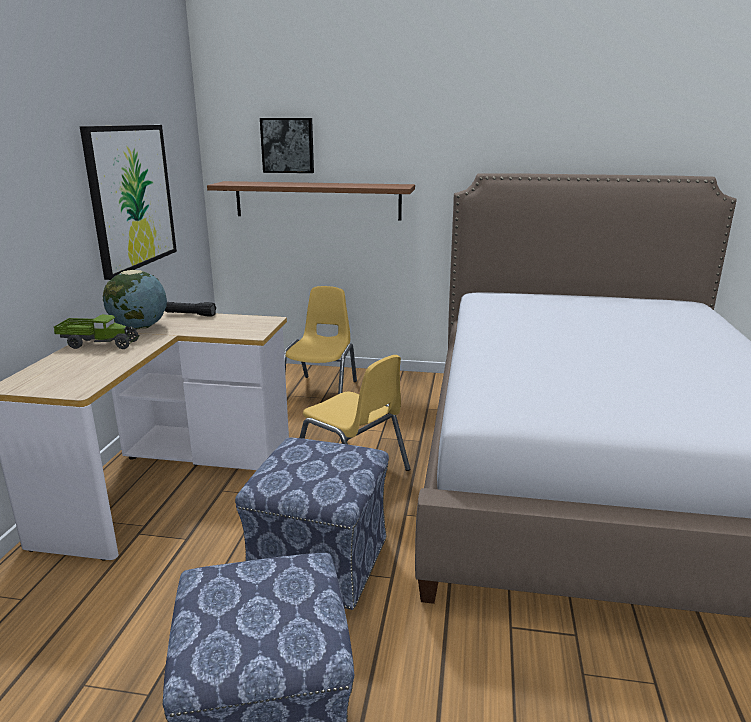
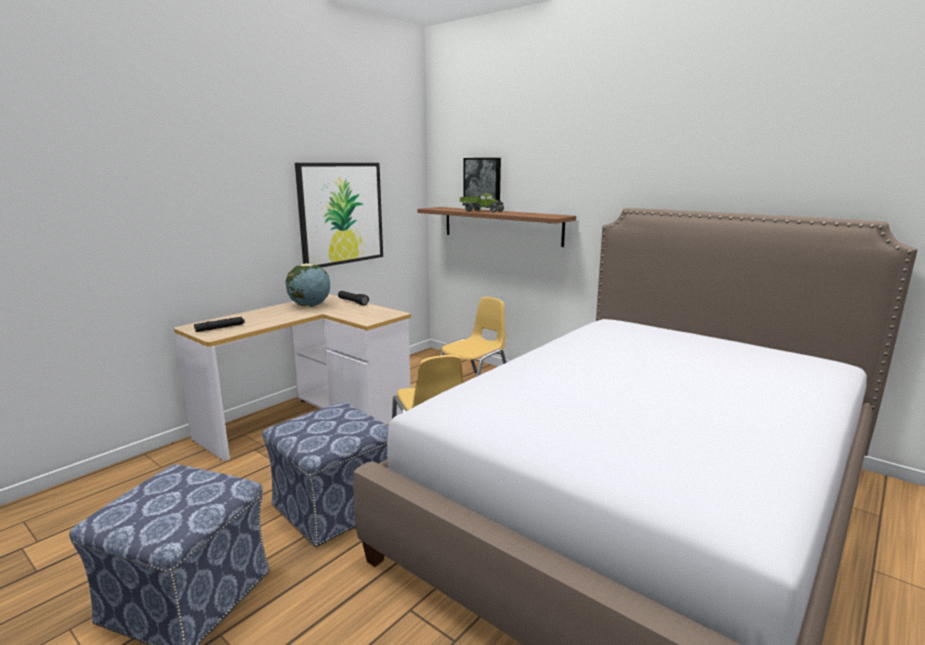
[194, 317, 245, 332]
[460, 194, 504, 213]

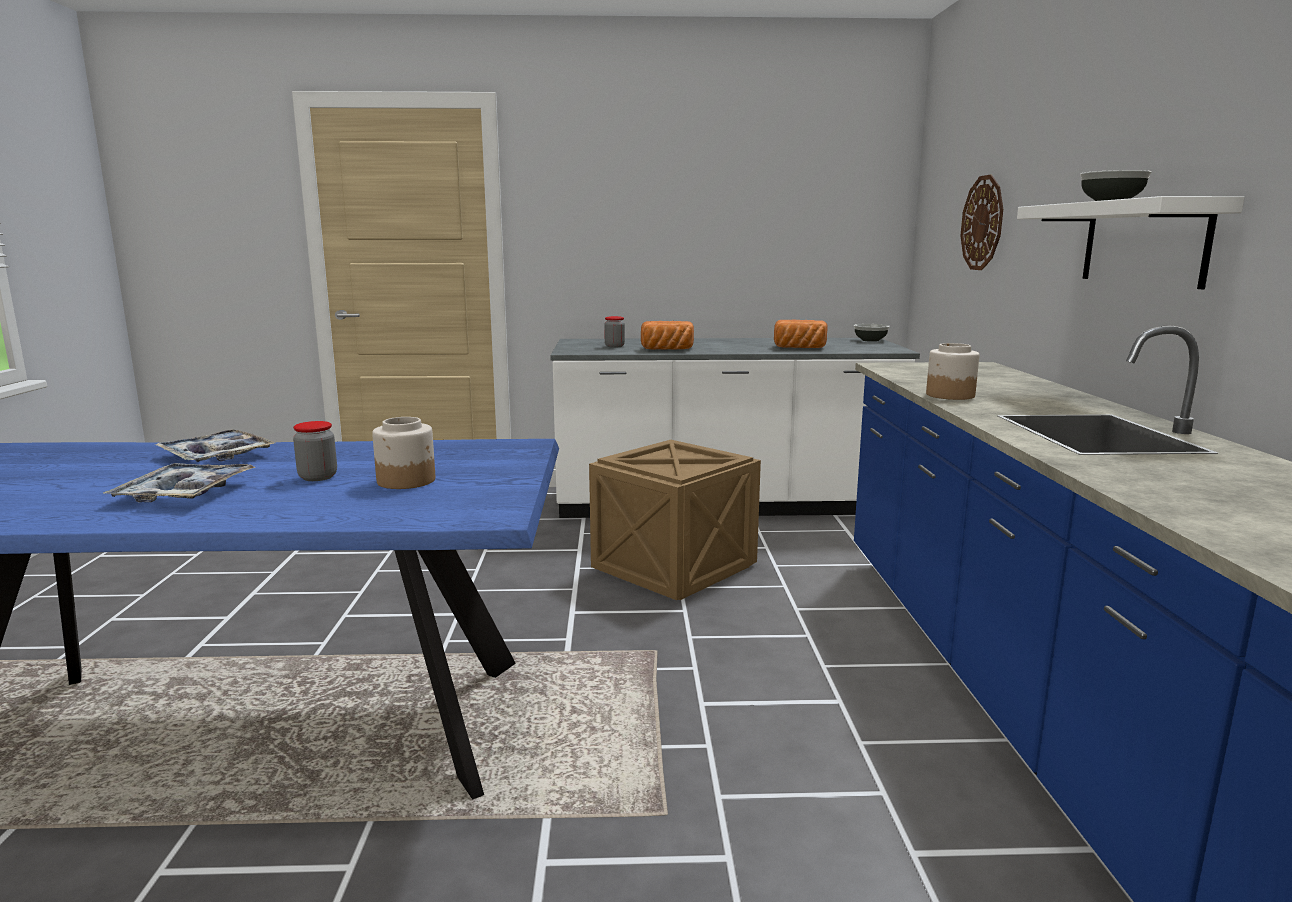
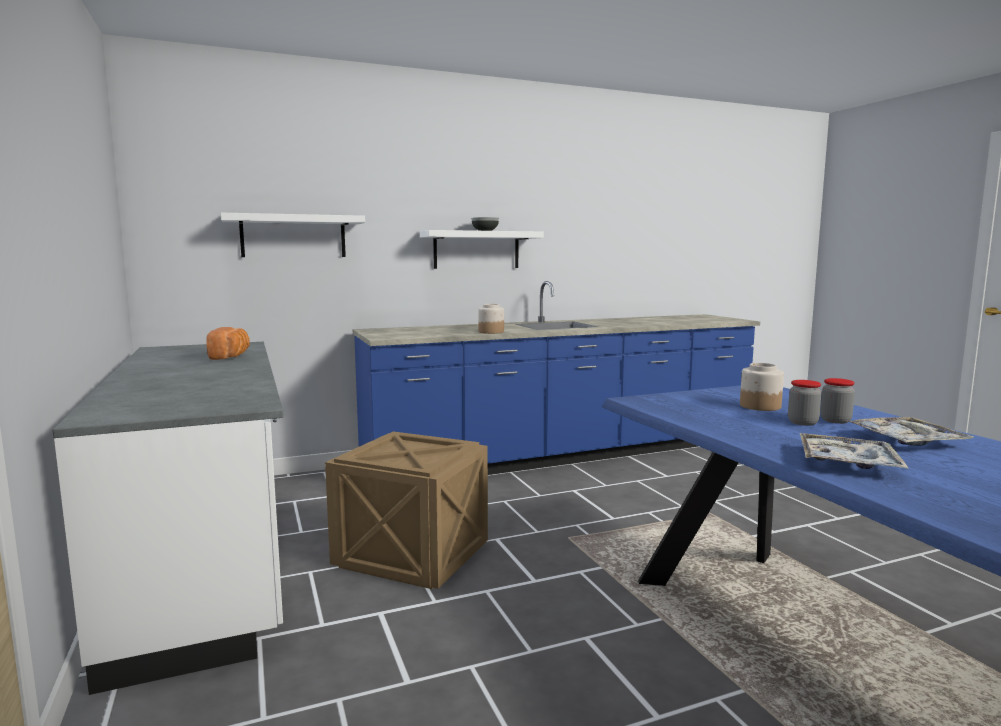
[221, 213, 365, 257]
[820, 378, 855, 424]
[641, 321, 694, 349] (first image)
[854, 324, 890, 342] (first image)

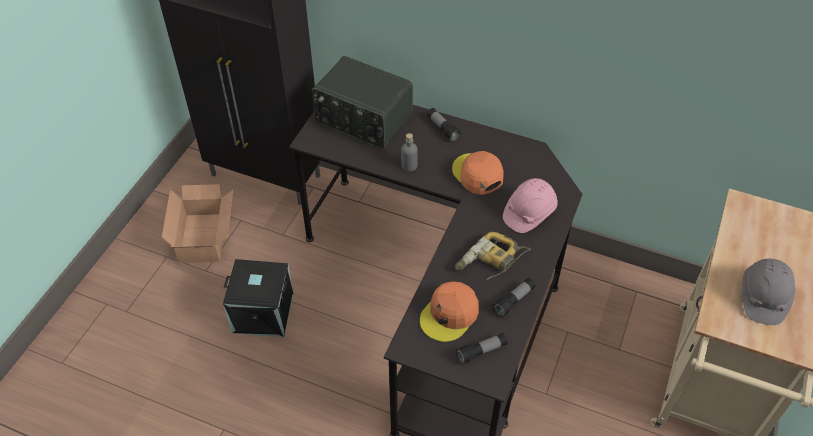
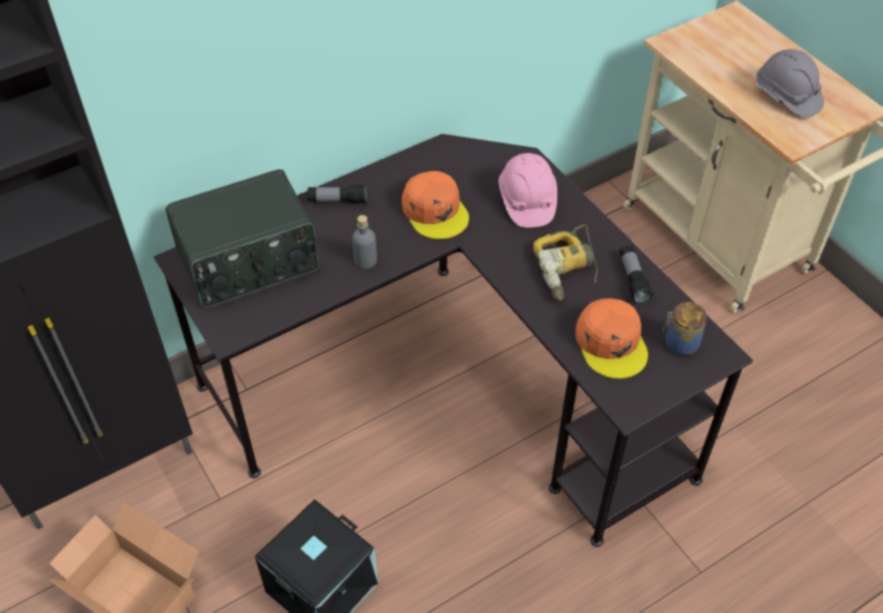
[402, 171, 469, 239]
[663, 302, 707, 356]

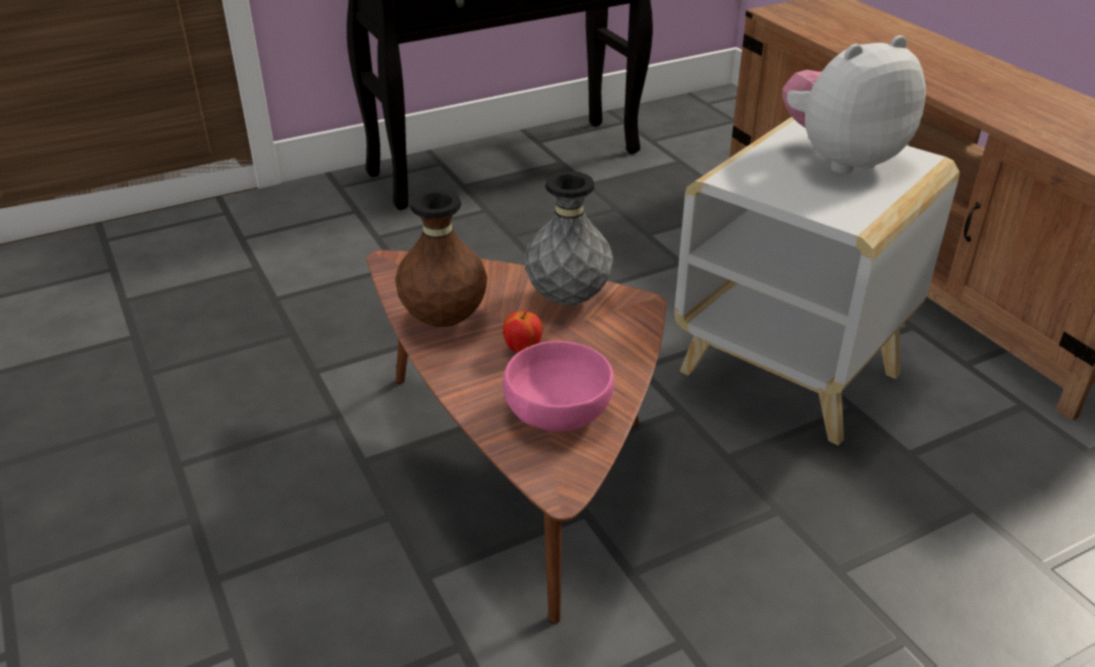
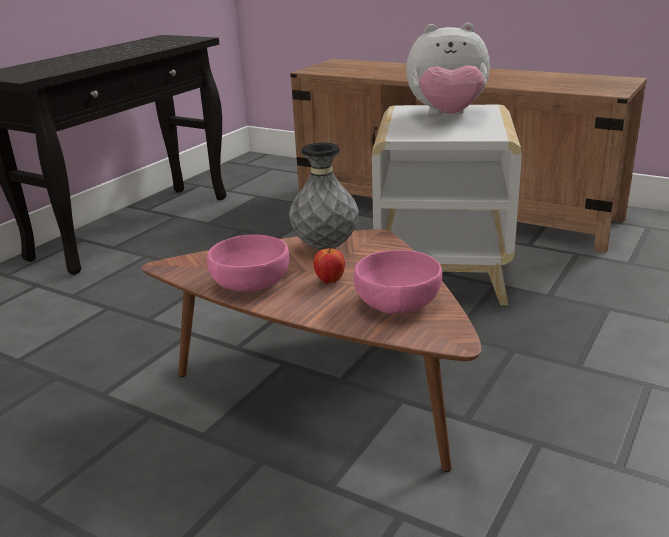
[207, 234, 289, 292]
[406, 23, 490, 115]

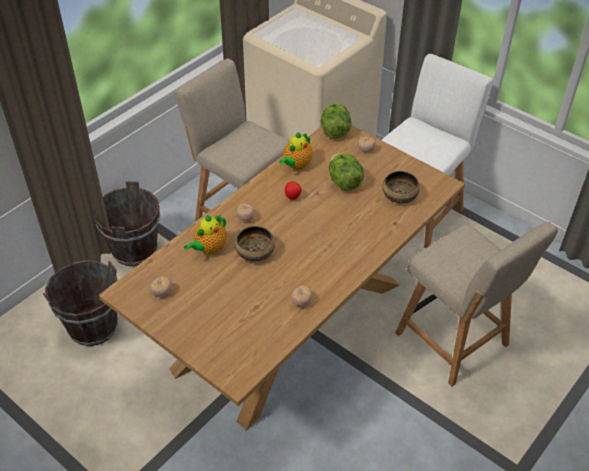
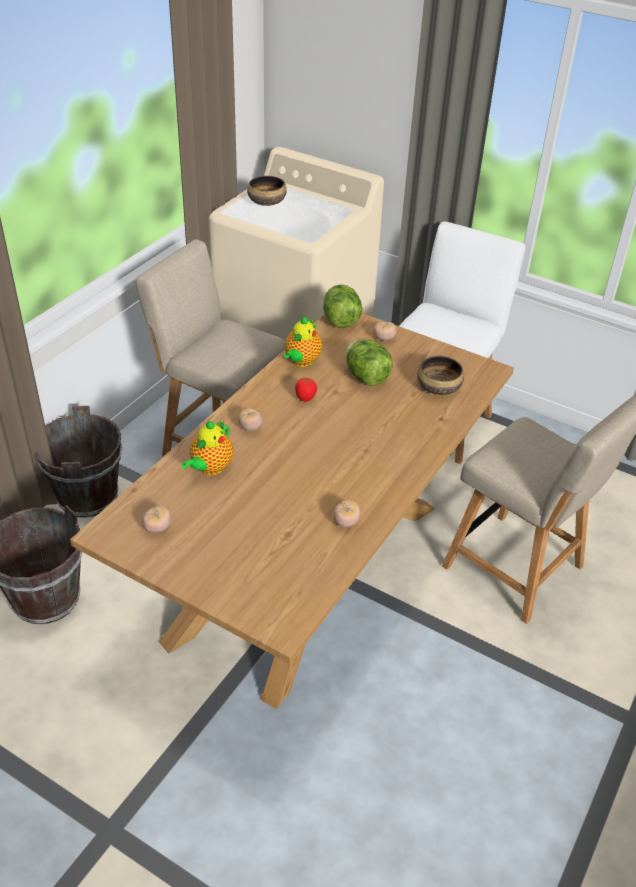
[247, 176, 287, 206]

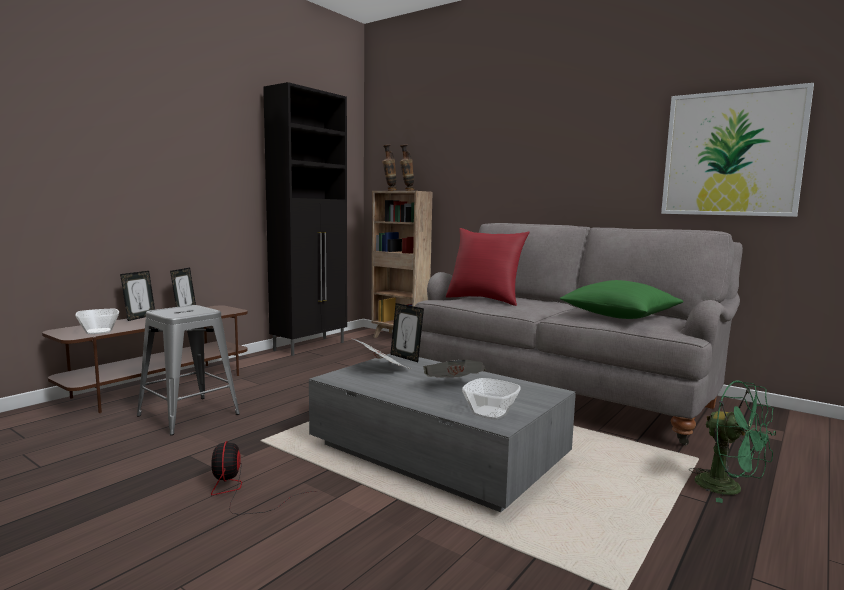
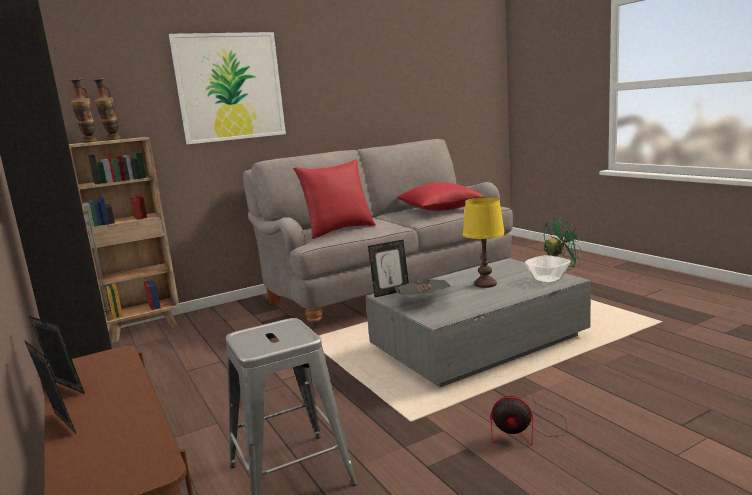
[169, 32, 286, 144]
[397, 182, 485, 211]
[462, 197, 505, 288]
[75, 309, 119, 334] (first image)

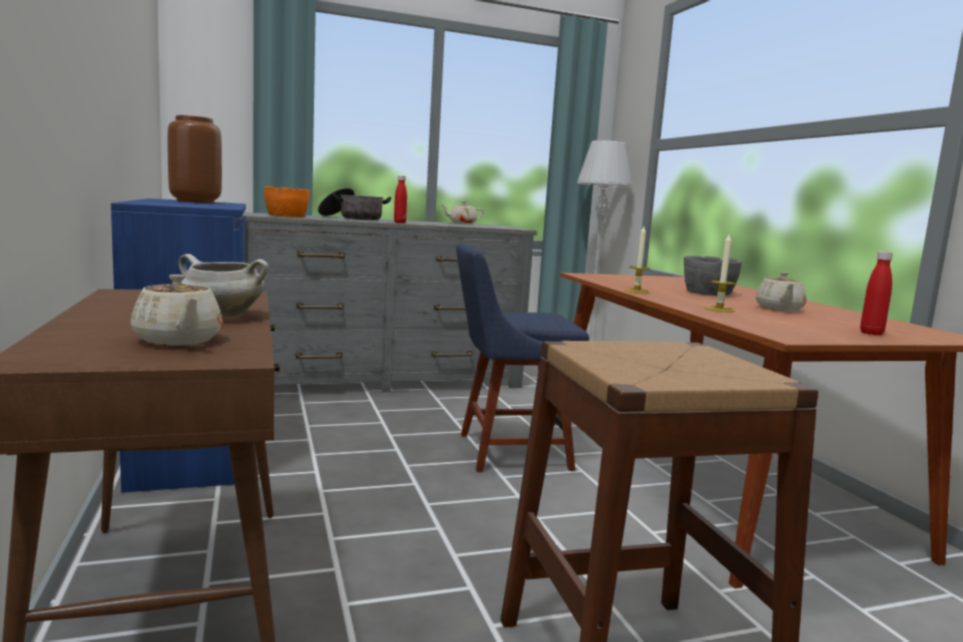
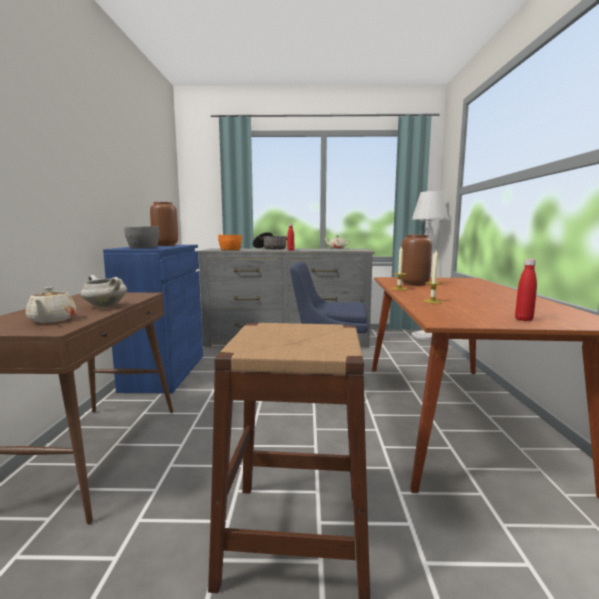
[124, 226, 159, 248]
[401, 235, 432, 286]
[756, 272, 806, 311] (first image)

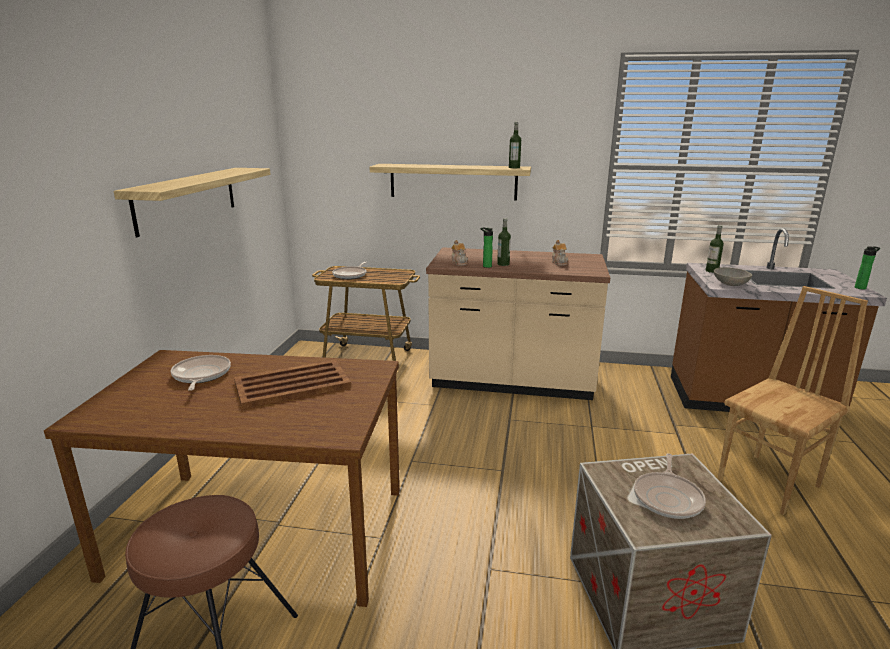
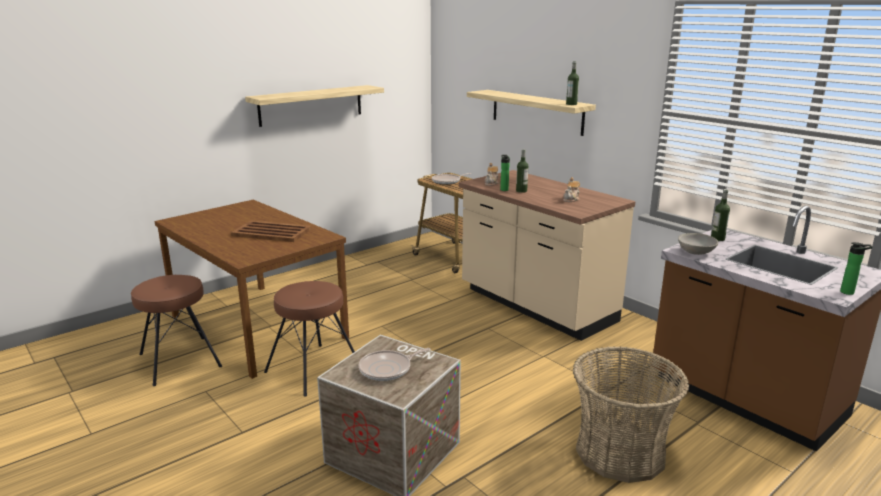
[264, 281, 355, 397]
[573, 346, 689, 483]
[171, 355, 231, 391] (first image)

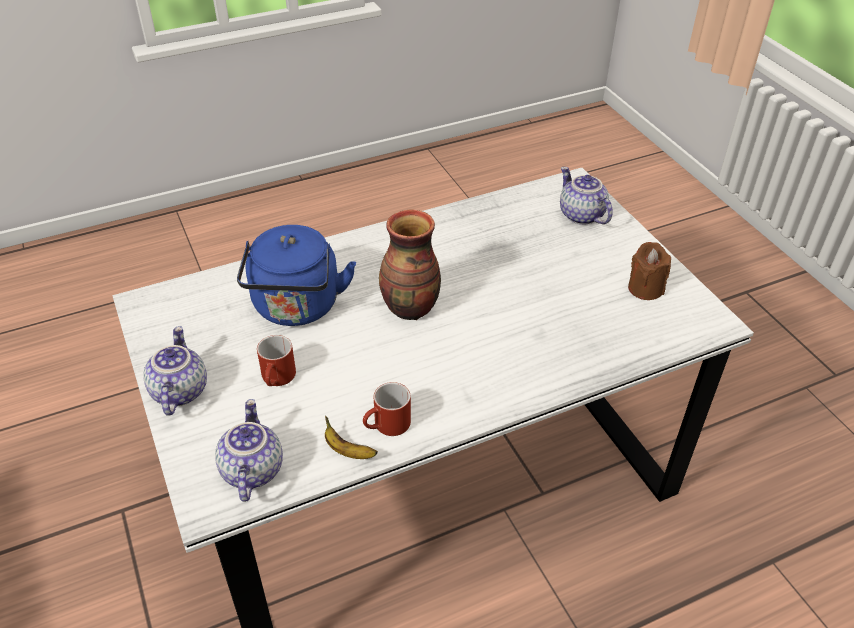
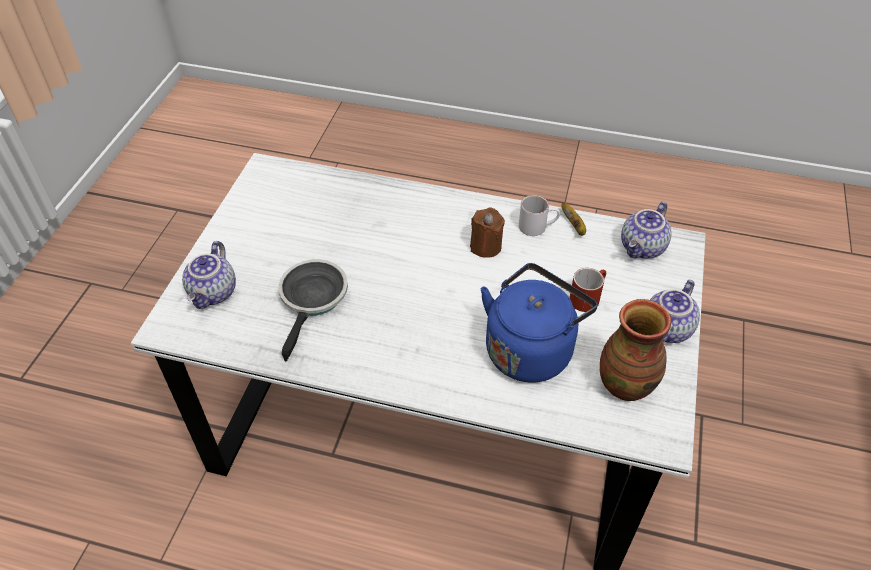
[278, 259, 348, 362]
[470, 207, 505, 258]
[519, 195, 560, 236]
[600, 299, 671, 401]

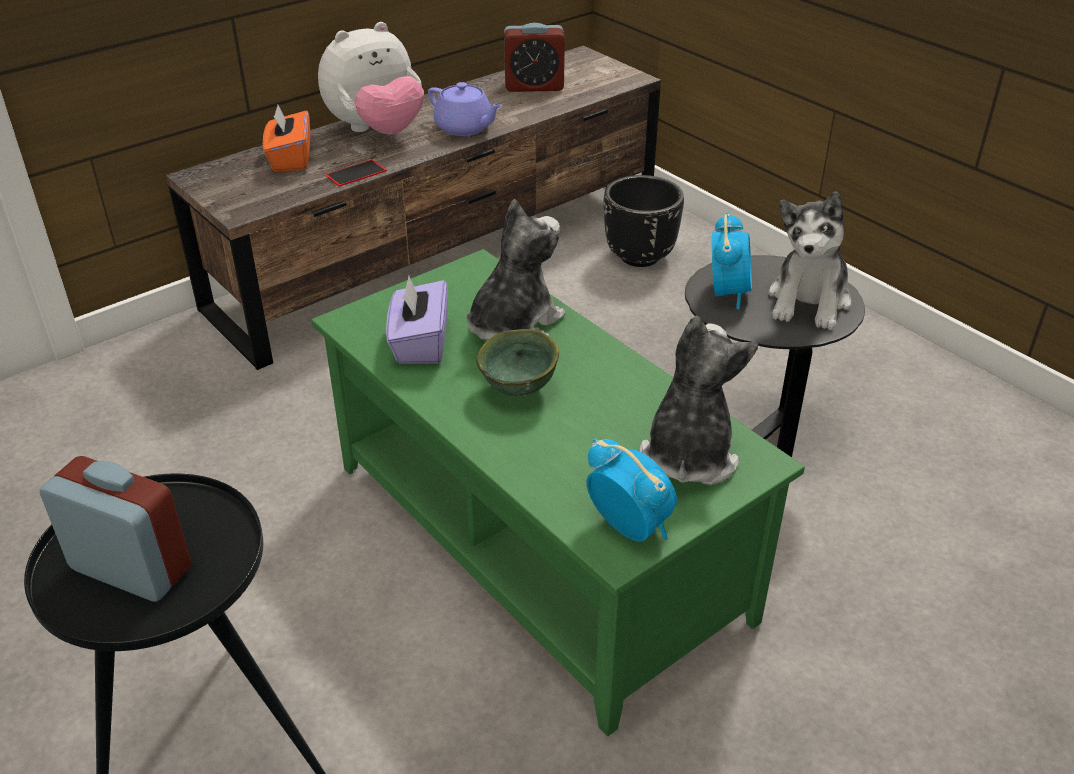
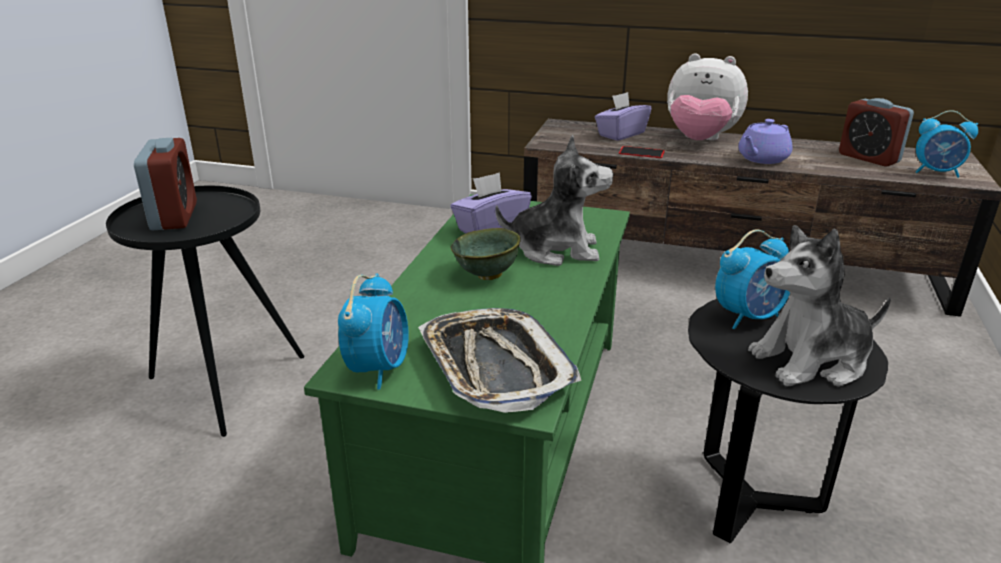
[418, 308, 581, 413]
[595, 92, 651, 141]
[738, 119, 792, 164]
[915, 110, 978, 178]
[604, 175, 684, 267] (first image)

